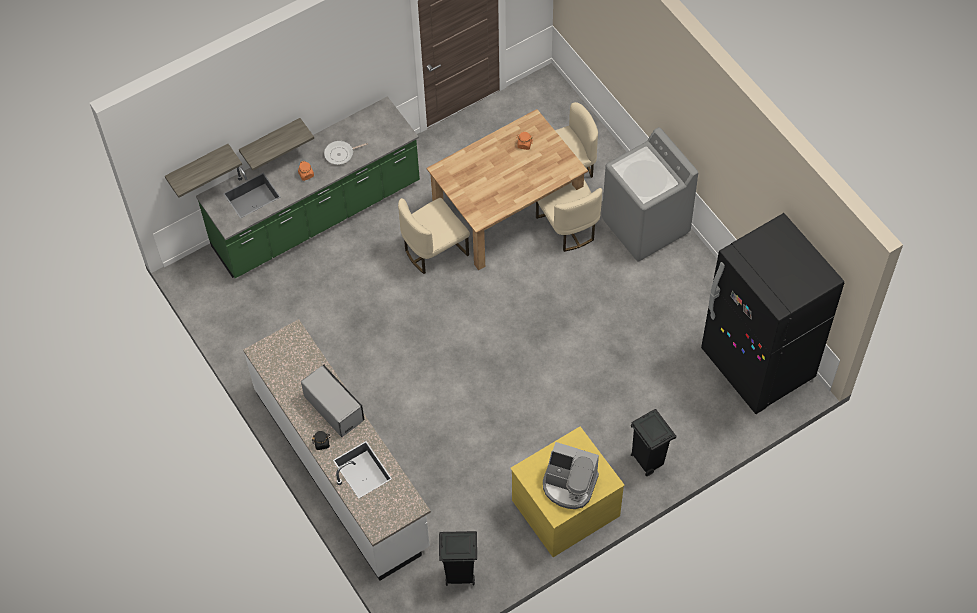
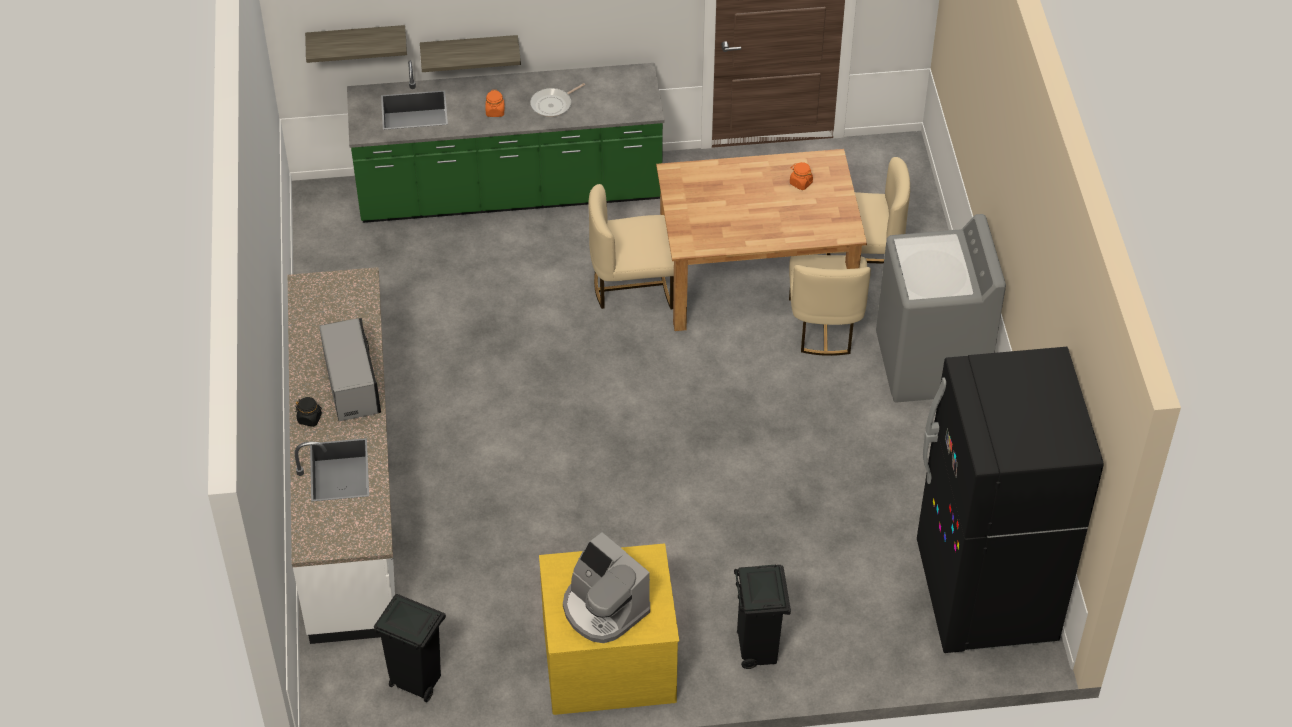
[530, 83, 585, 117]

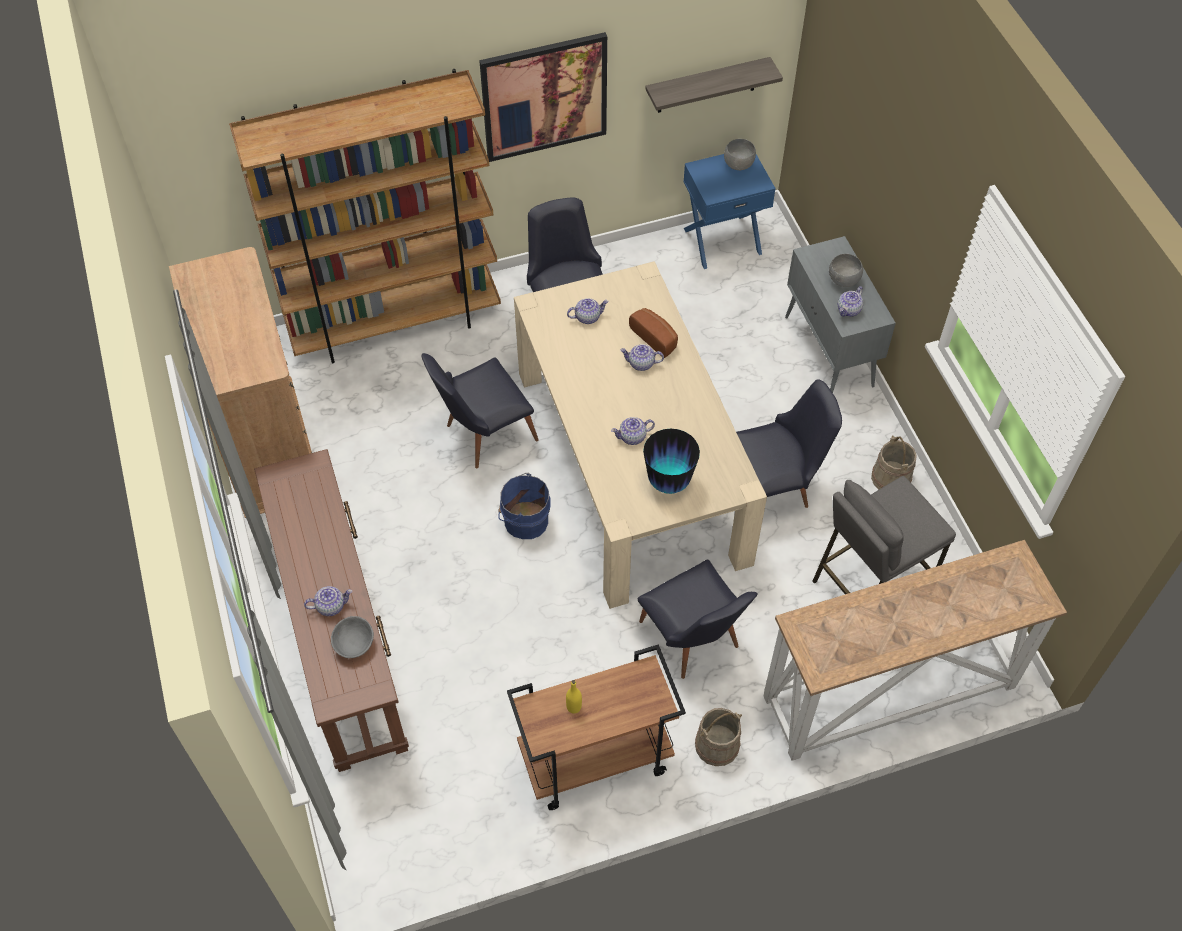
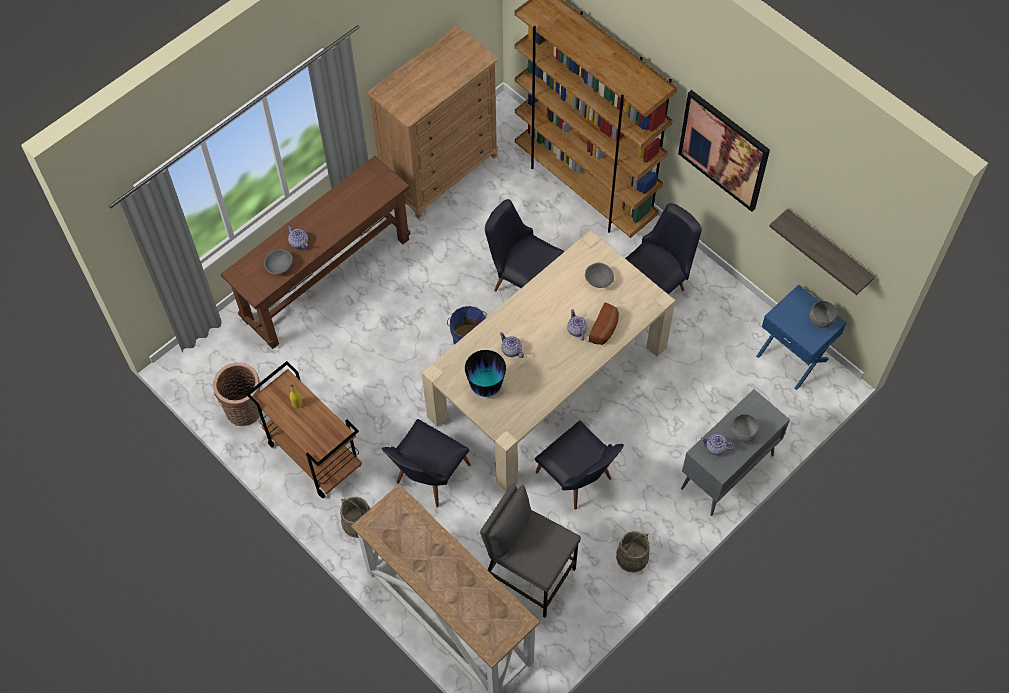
[213, 363, 260, 426]
[585, 263, 614, 288]

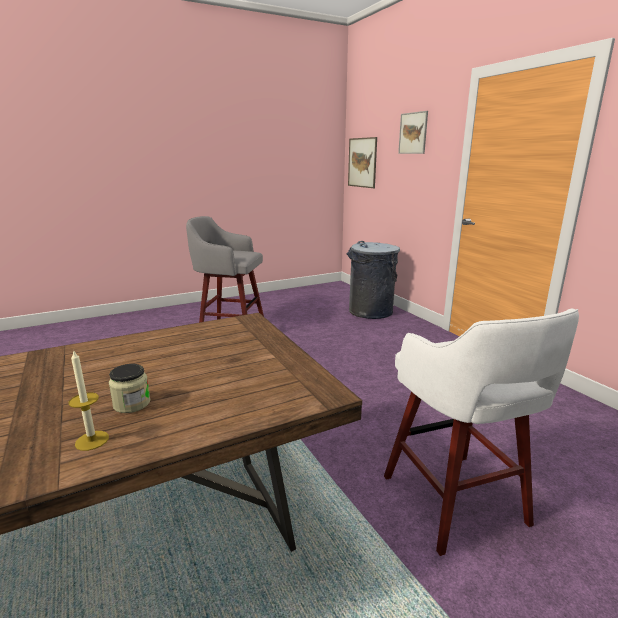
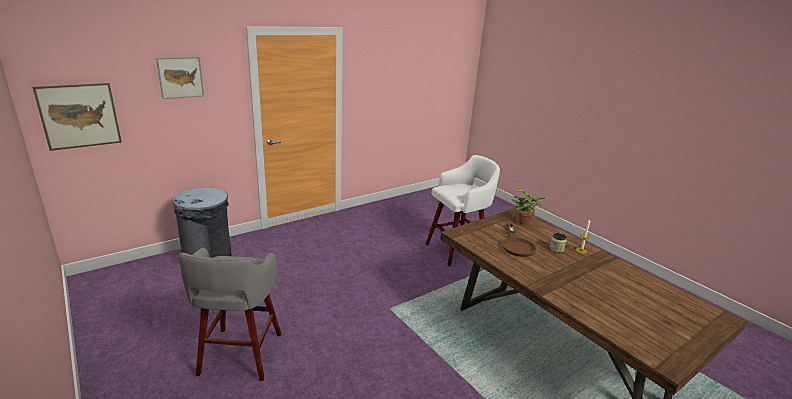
[502, 223, 537, 257]
[511, 190, 549, 225]

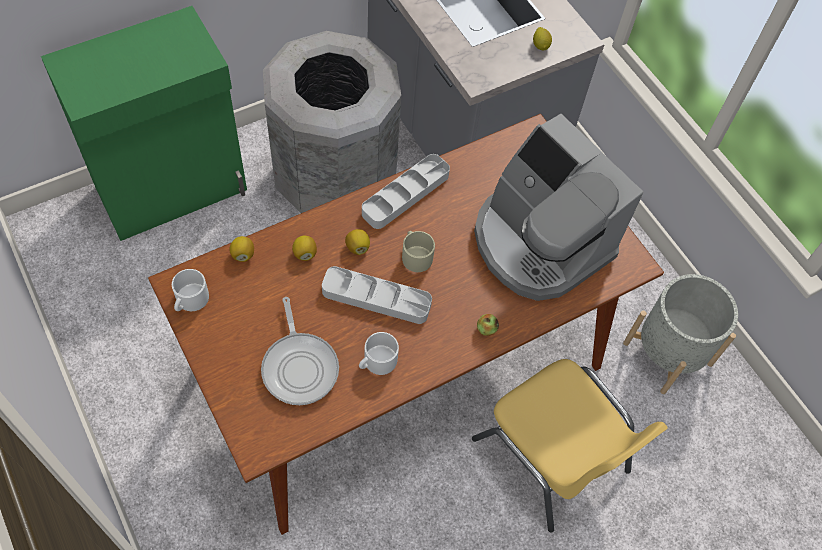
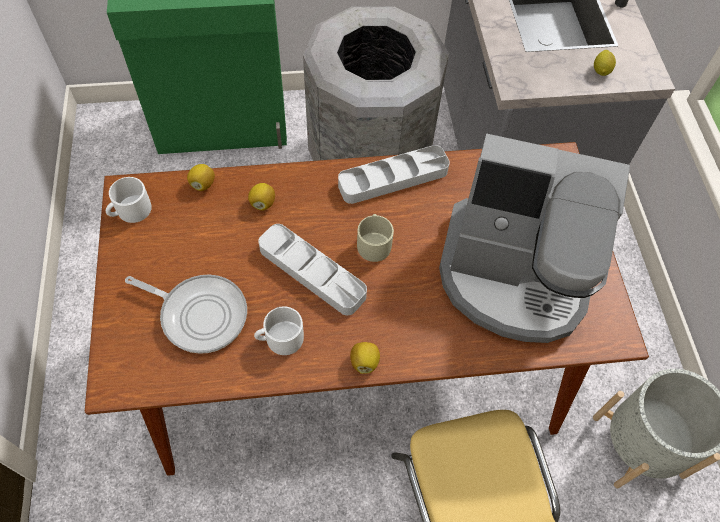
[125, 275, 247, 354]
[350, 342, 380, 374]
[439, 133, 630, 343]
[477, 314, 499, 336] (first image)

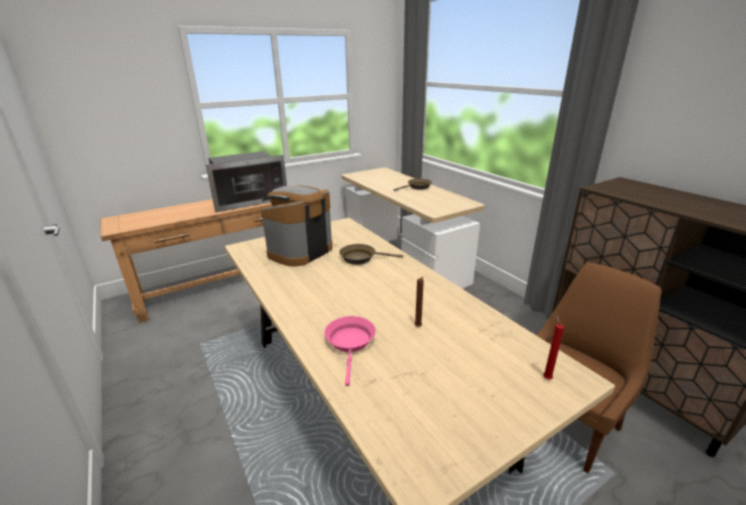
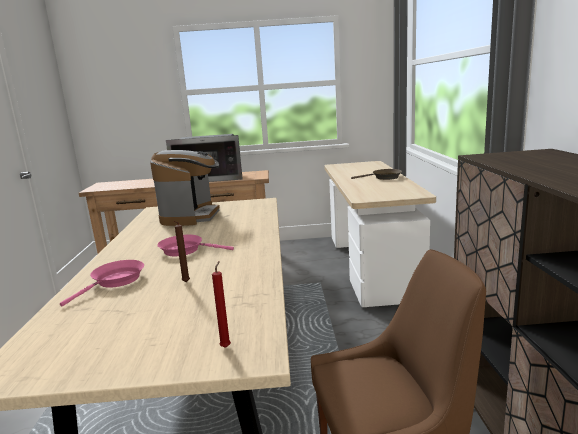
[150, 150, 220, 226]
[157, 235, 234, 256]
[339, 244, 403, 265] (first image)

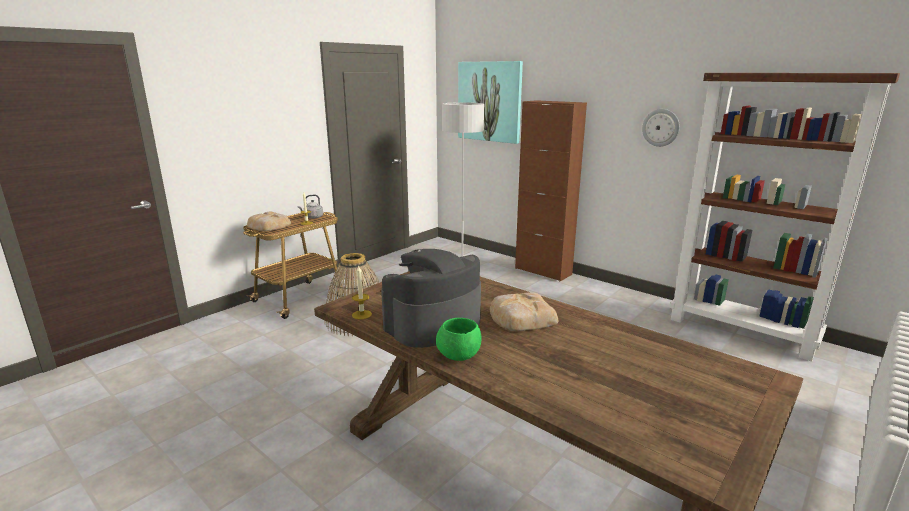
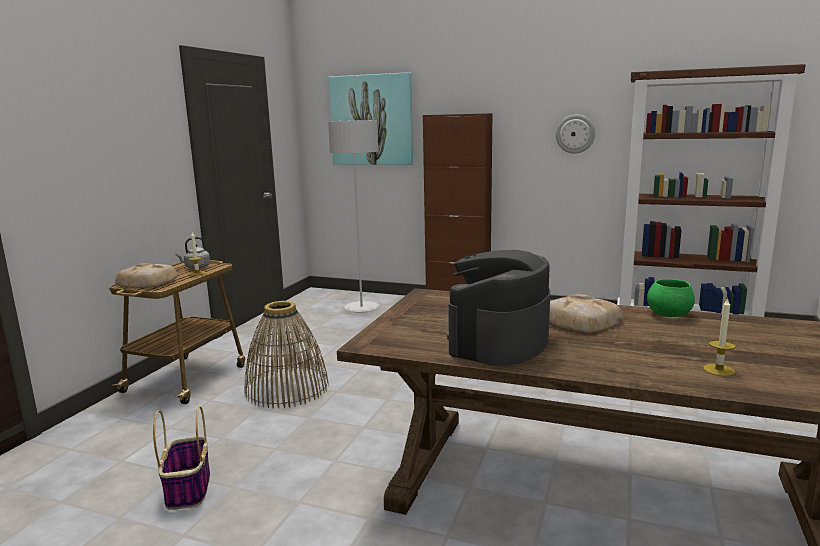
[153, 406, 210, 510]
[647, 279, 695, 317]
[703, 298, 736, 376]

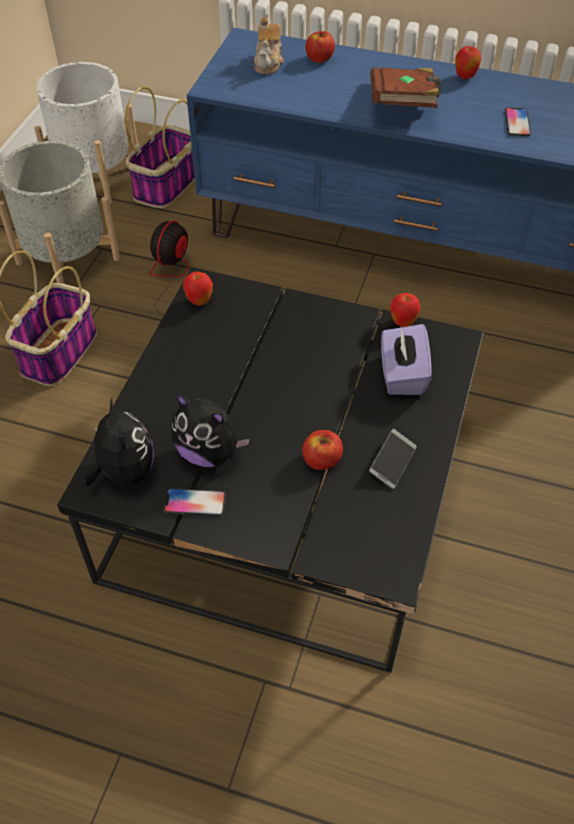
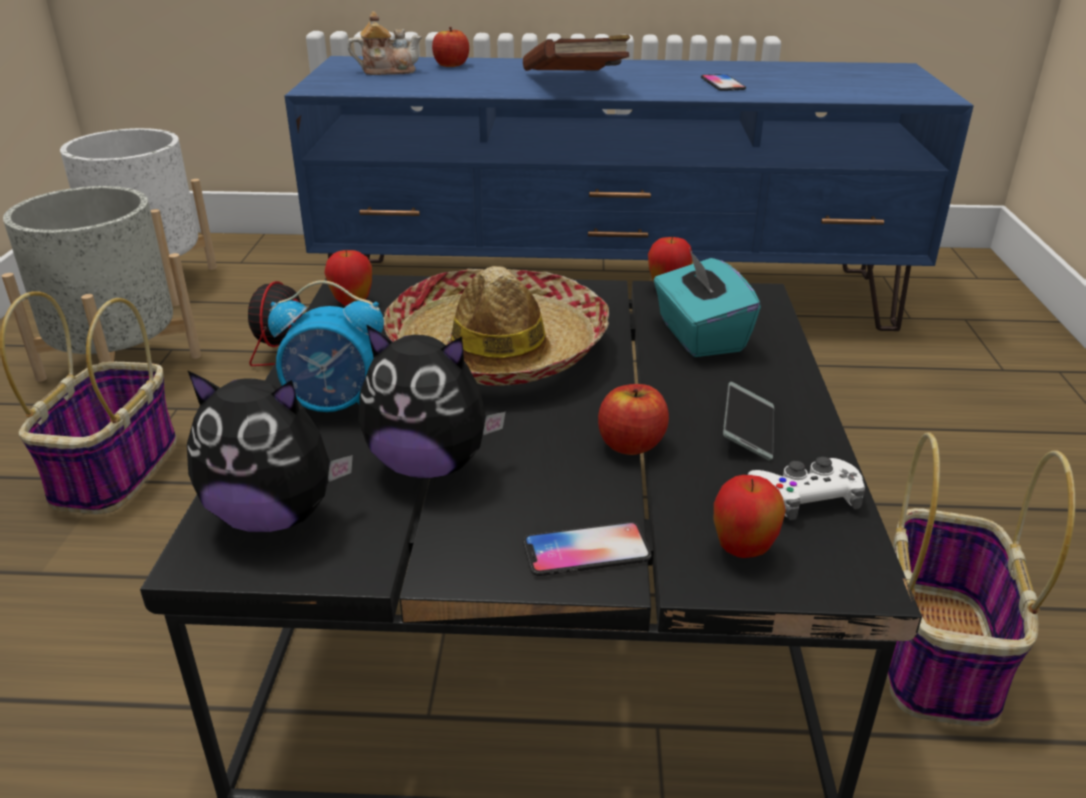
[187, 370, 353, 532]
[268, 280, 384, 412]
[347, 11, 422, 75]
[383, 266, 609, 386]
[523, 522, 652, 576]
[654, 248, 761, 357]
[714, 475, 786, 558]
[748, 456, 865, 520]
[887, 432, 1075, 726]

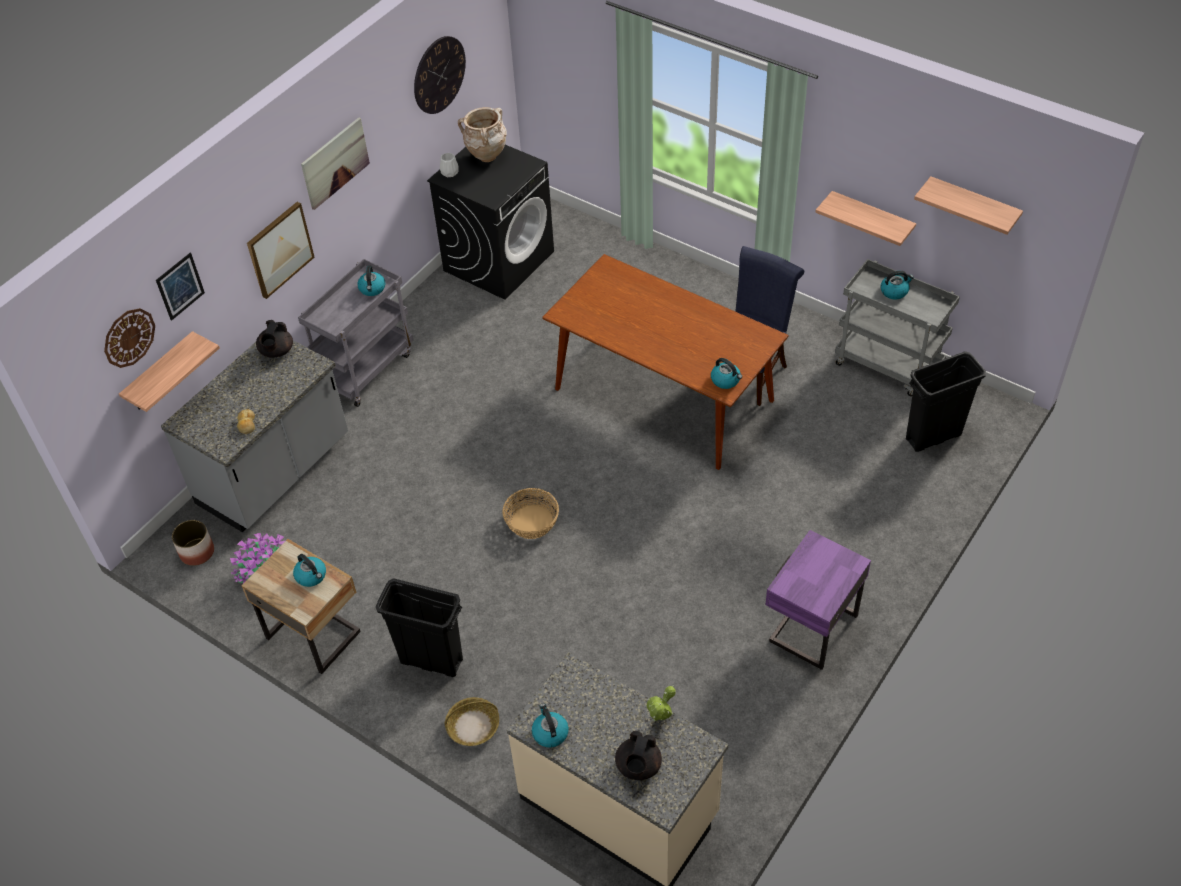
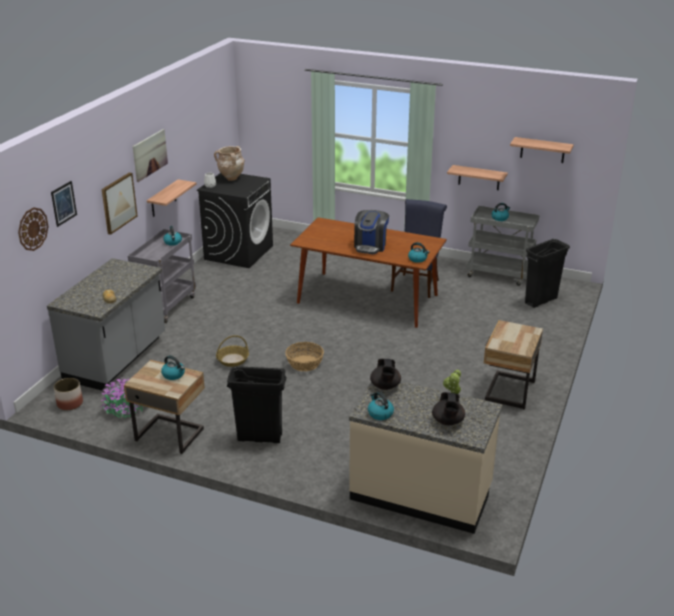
[147, 179, 196, 217]
[216, 335, 249, 367]
[354, 210, 389, 254]
[370, 359, 401, 390]
[484, 320, 543, 409]
[414, 36, 466, 114] (first image)

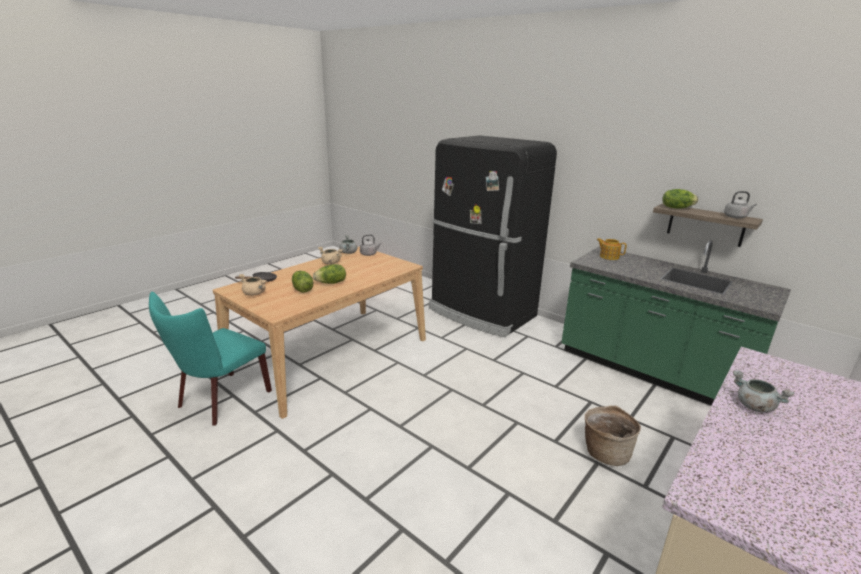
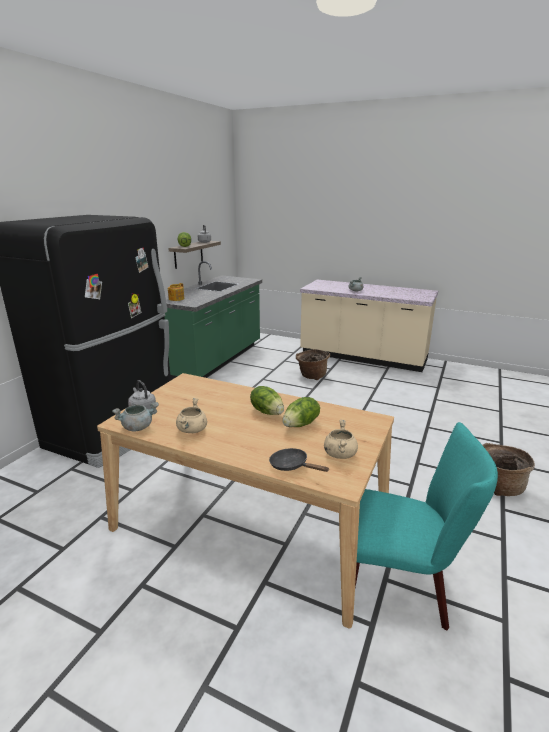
[483, 443, 535, 496]

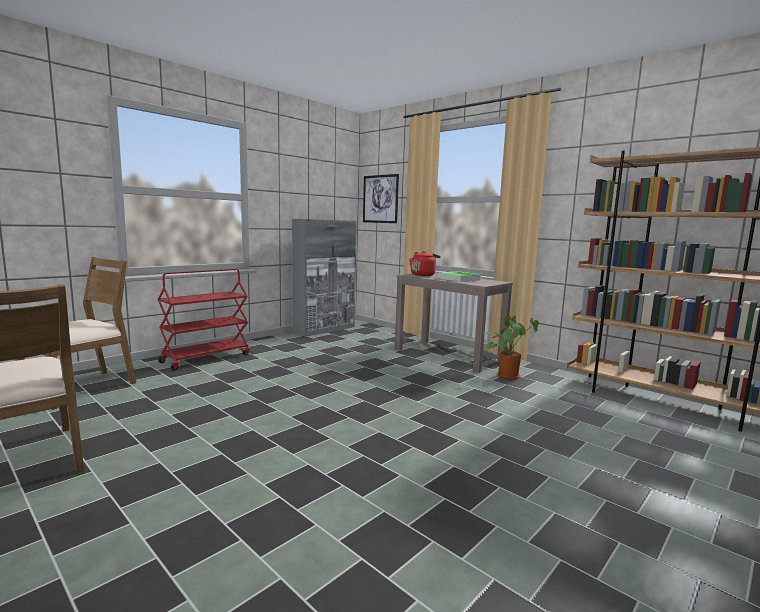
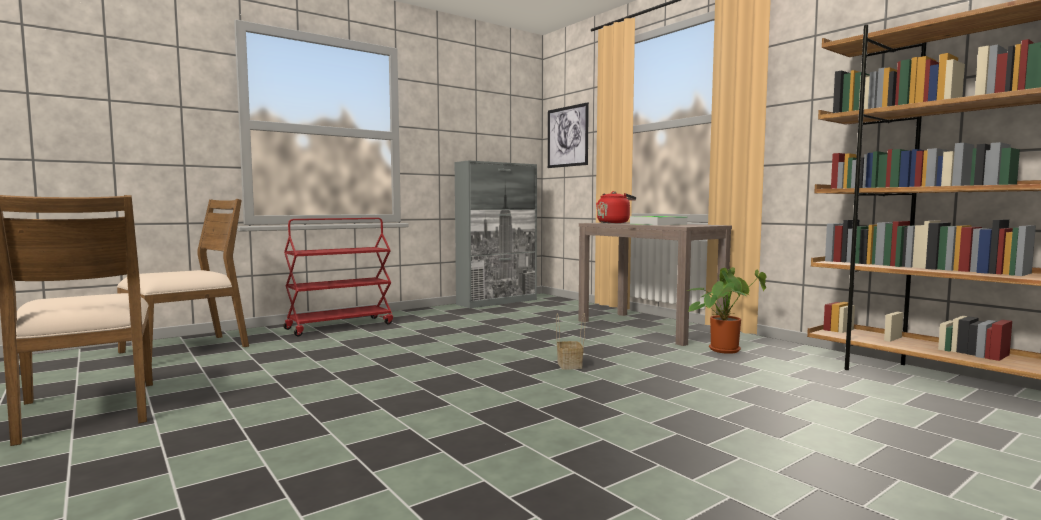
[556, 313, 585, 370]

